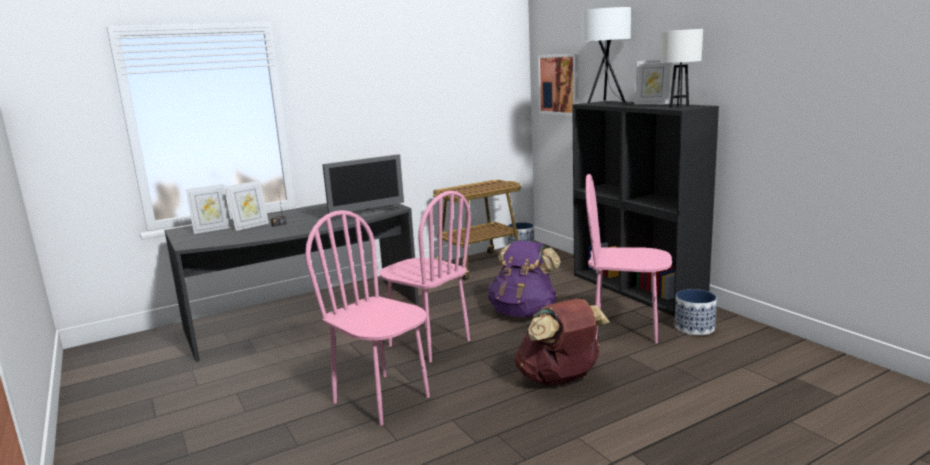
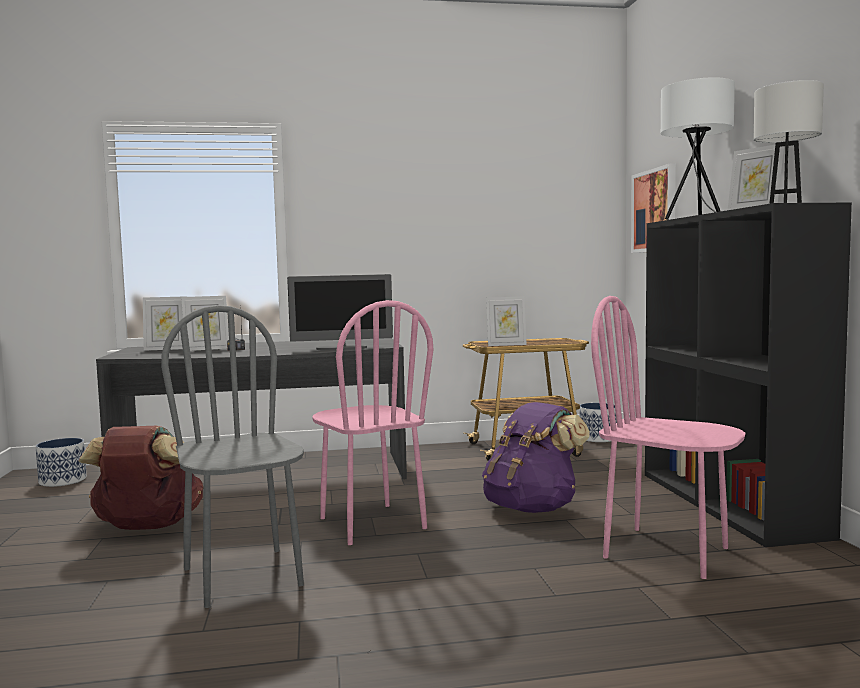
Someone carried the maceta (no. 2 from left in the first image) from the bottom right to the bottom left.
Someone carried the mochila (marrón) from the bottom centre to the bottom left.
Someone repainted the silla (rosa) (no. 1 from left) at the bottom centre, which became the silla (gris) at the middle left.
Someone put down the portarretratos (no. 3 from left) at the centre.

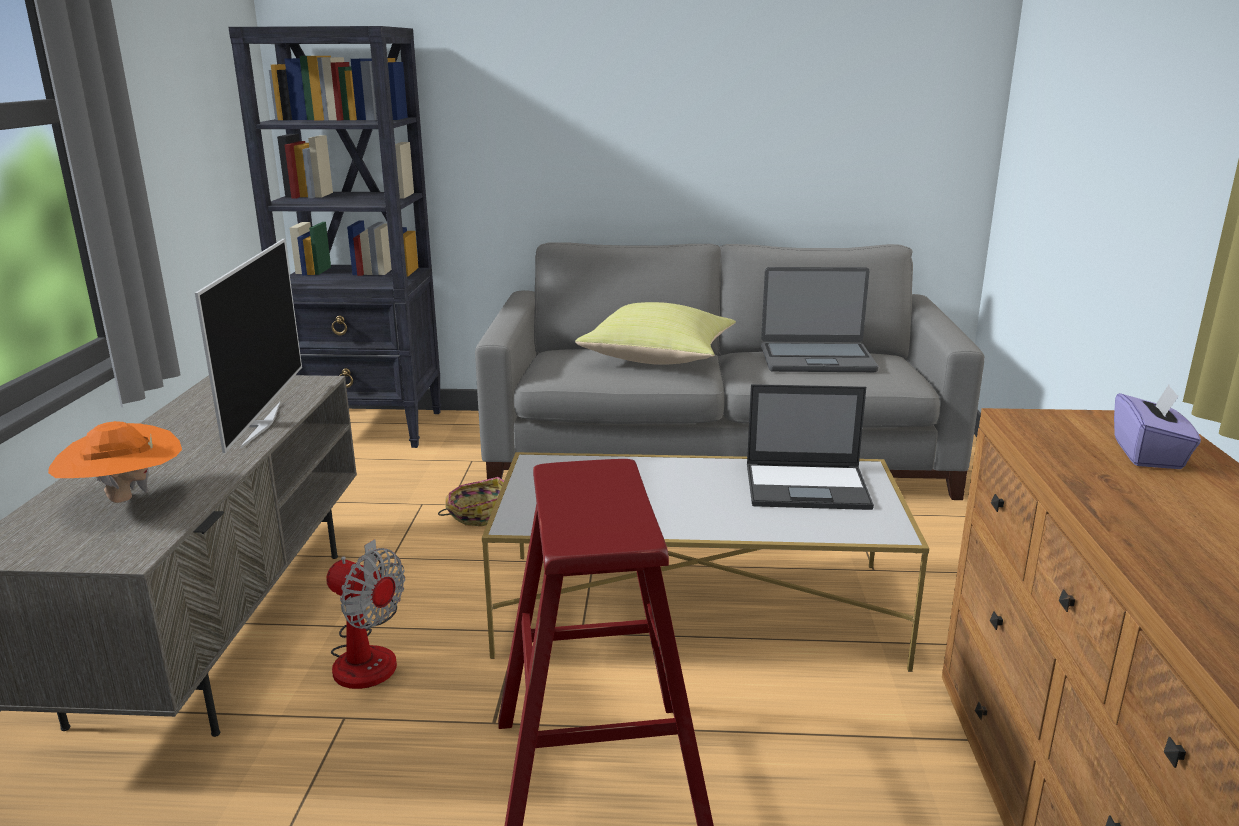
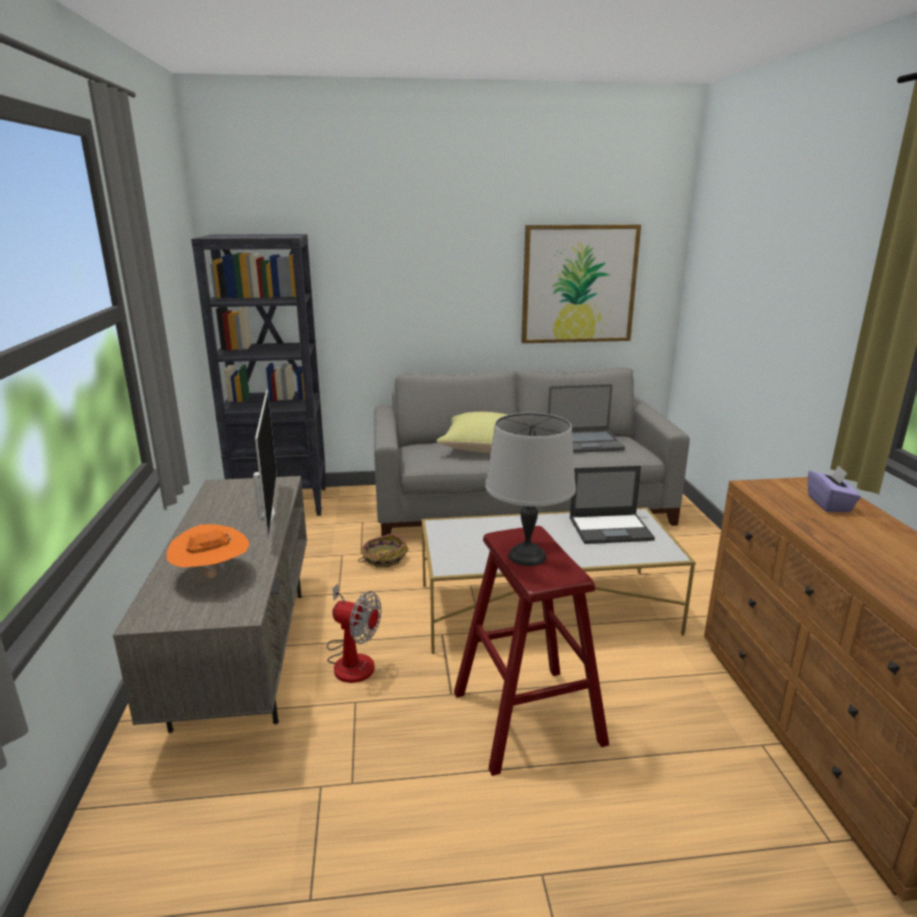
Someone put down the lámpara de mesa (gris) at the centre.
Someone put up the cuadro at the top centre.

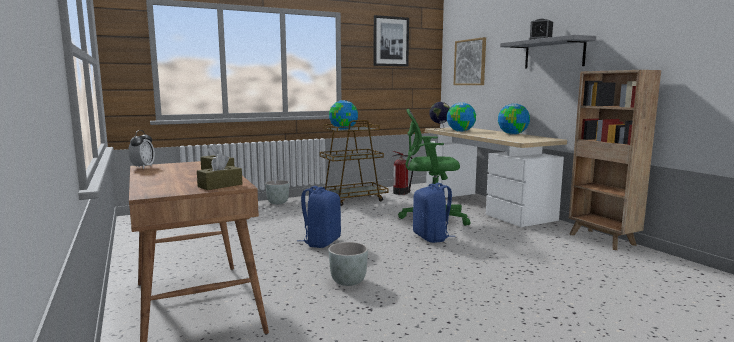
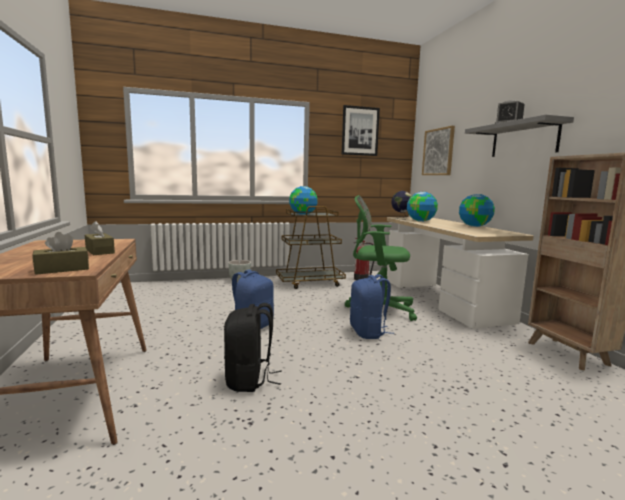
Someone swapped the maceta (gris) (no. 2 from left) at the bottom centre for the mochila (negro) at the bottom centre.
Someone took away the despertador (no. 1 from left) at the middle left.

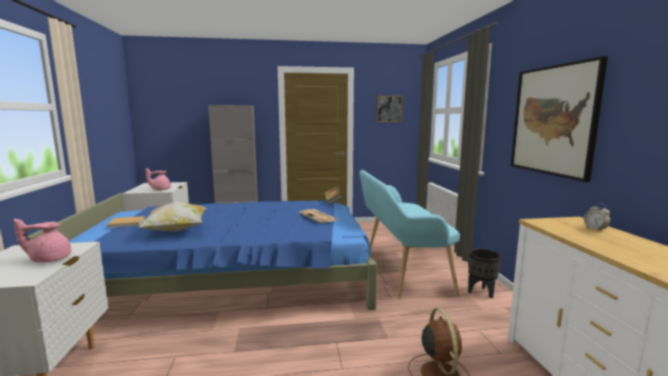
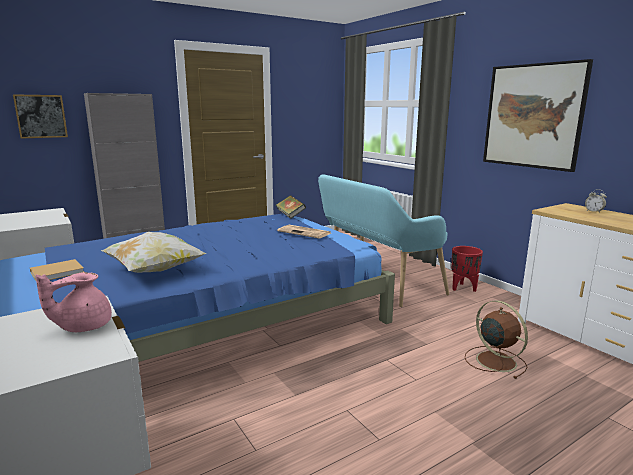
Someone carried the cuadro (no. 1 from left) from the top centre to the top left.
Someone repainted the maceta (negro) at the bottom right, which became the maceta (rojo) at the middle right.
Someone took away the tetera (rosa) (no. 2 from left) at the middle left.

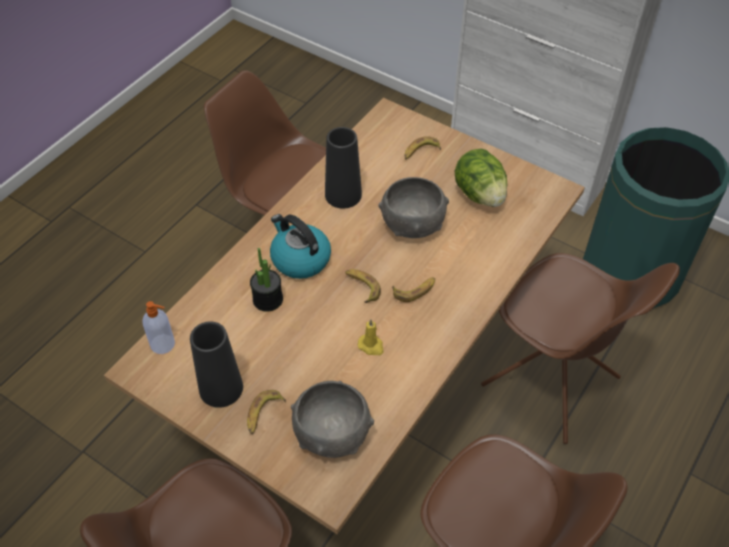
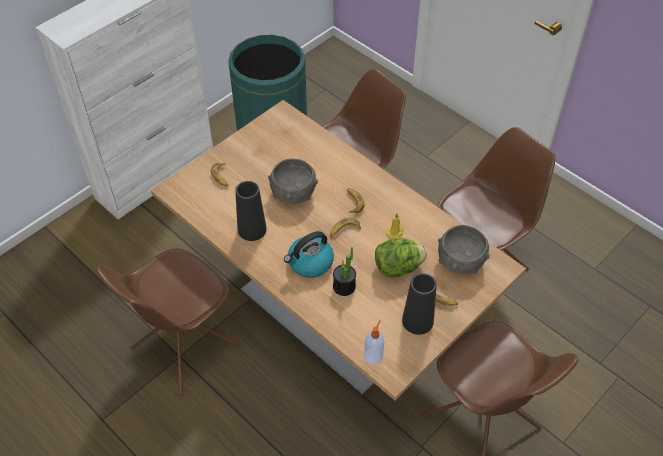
Someone carried the lechuga from the top centre to the centre.

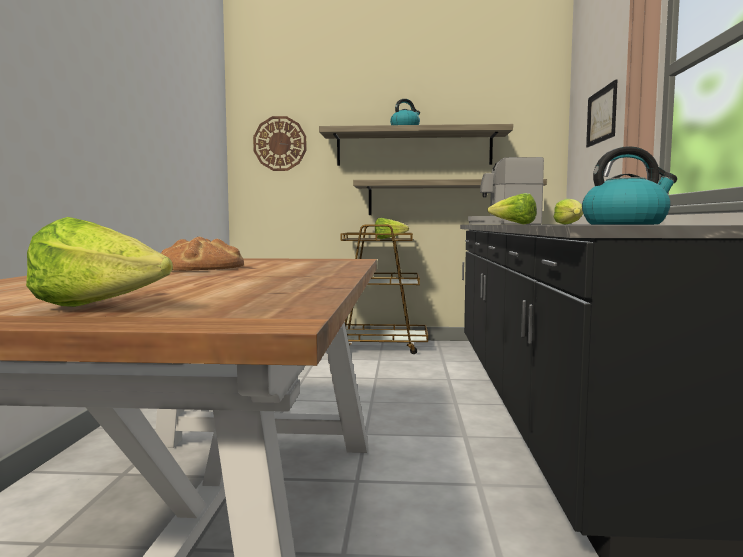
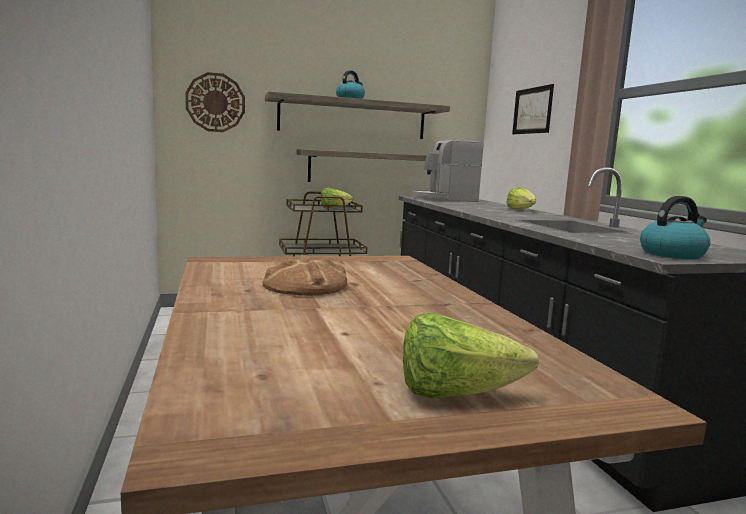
Someone took away the lechuga (no. 3 from left) at the middle right.

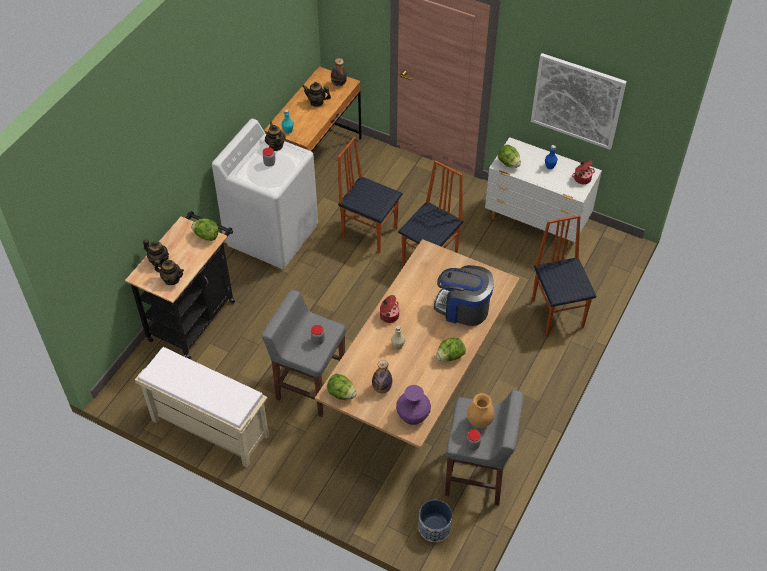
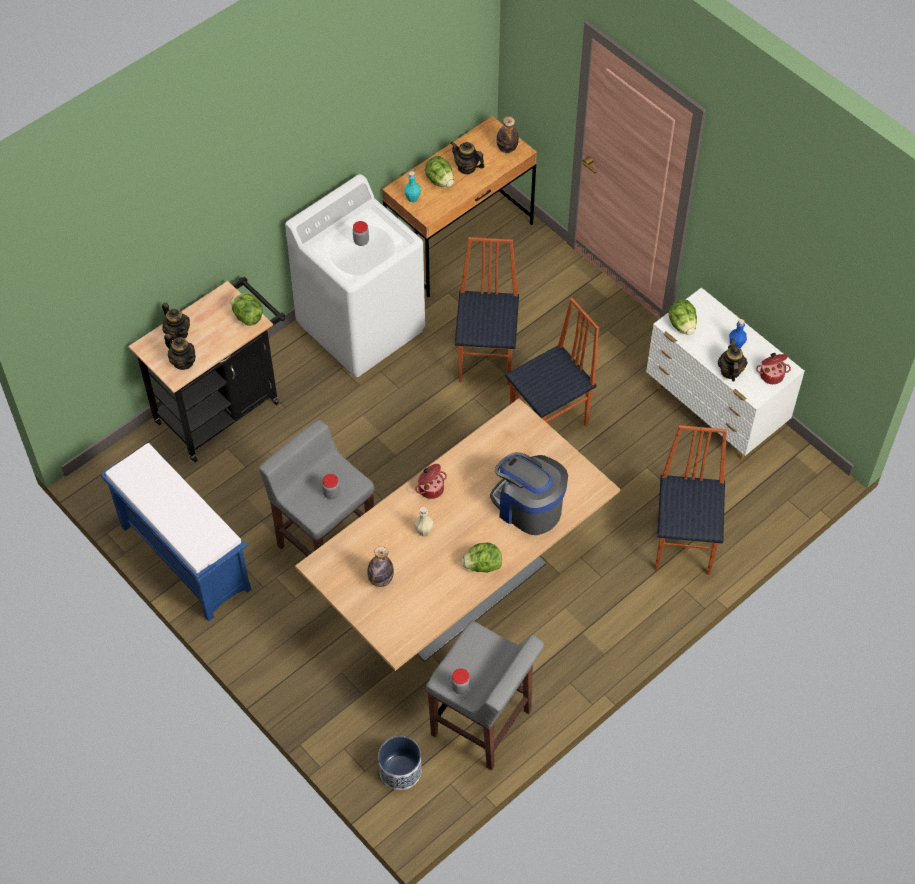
Someone repainted the banco (beis) at the bottom left, which became the banco (azul) at the middle left.
Someone carried the lechuga (no. 2 from left) from the bottom centre to the top centre.
Someone rotated the silla (no. 1 from left) at the centre by 45 degrees clockwise.
Someone carried the tetera (no. 3 from left in the first image) from the top centre to the middle right.
Someone took away the florero (morado) at the bottom centre.
Someone took away the florero (marrón) at the bottom centre.
Someone took away the cuadro at the top right.

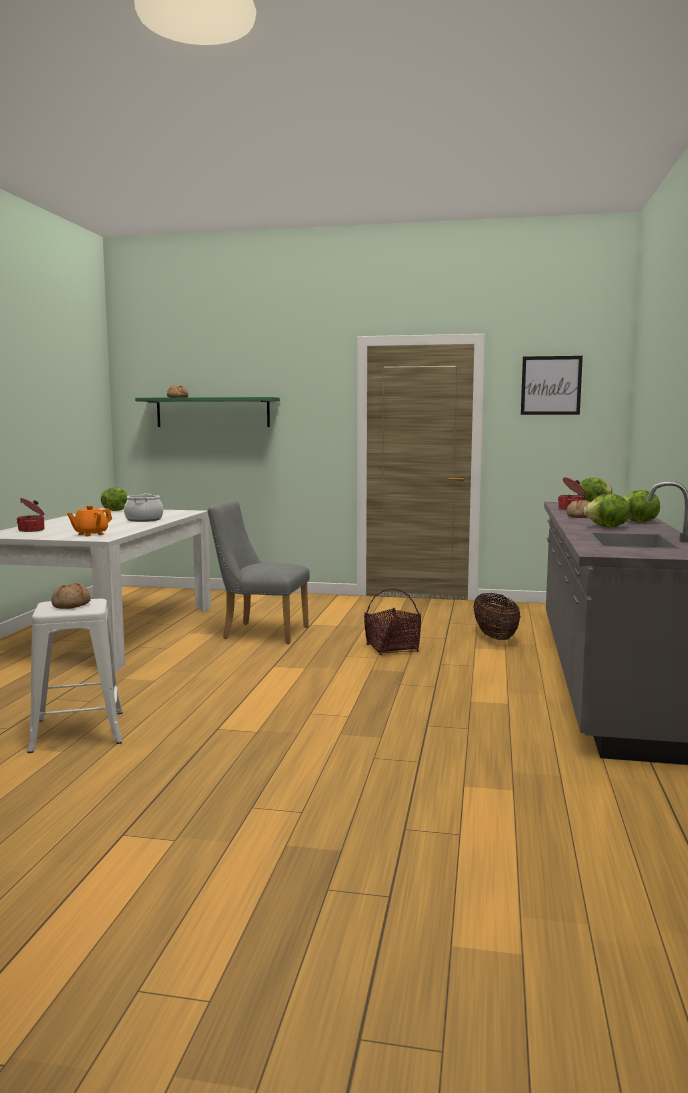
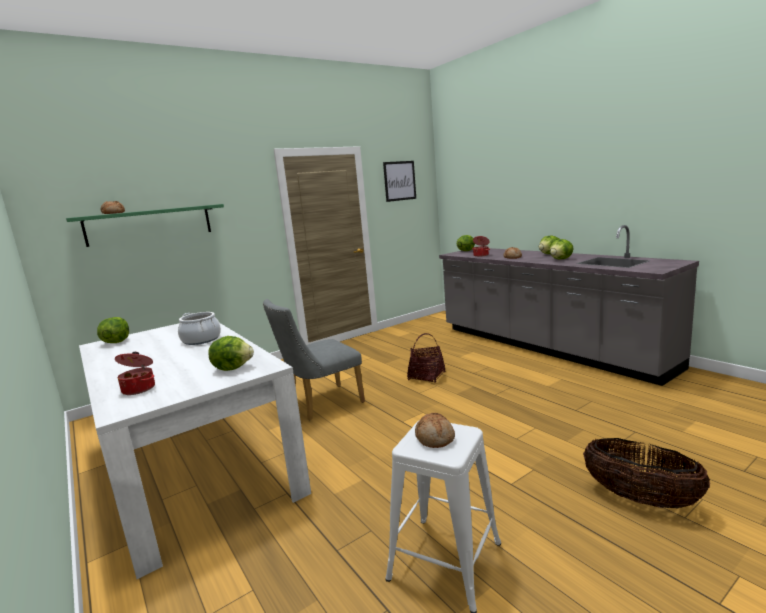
Someone swapped the tetera (naranja) at the middle left for the lechuga (no. 2 from left) at the middle left.
Someone carried the cesta (no. 2 from left) from the middle right to the bottom right.

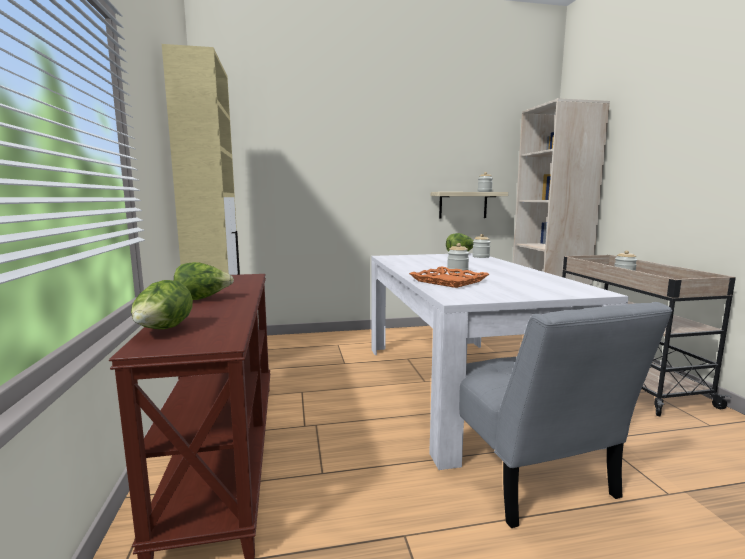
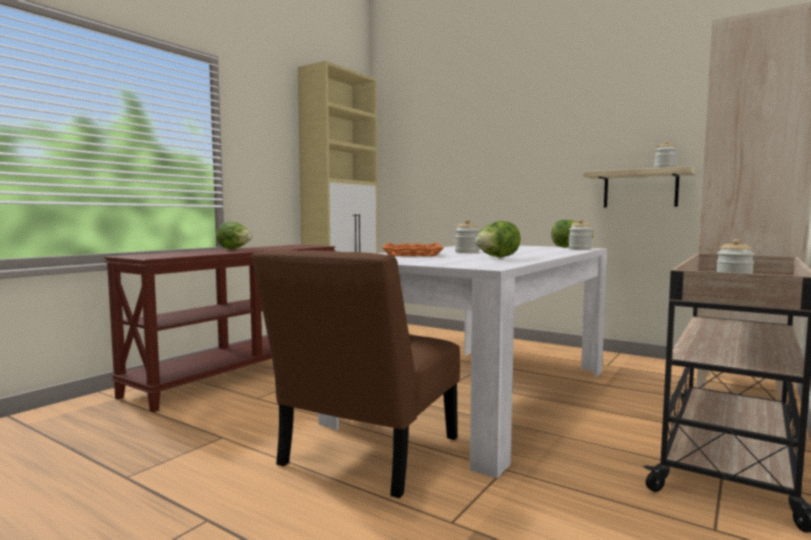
Someone repainted the silla (gris) at the bottom right, which became the silla (marrón) at the bottom centre.
Someone carried the lechuga (no. 1 from left in the first image) from the middle left to the centre.

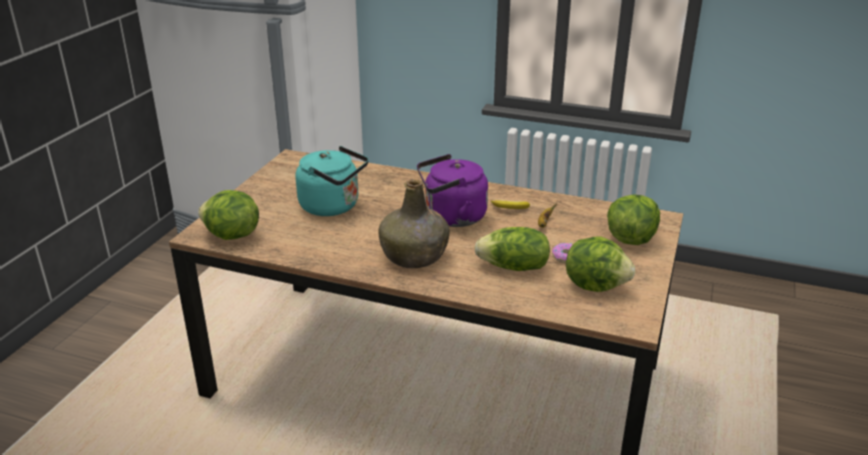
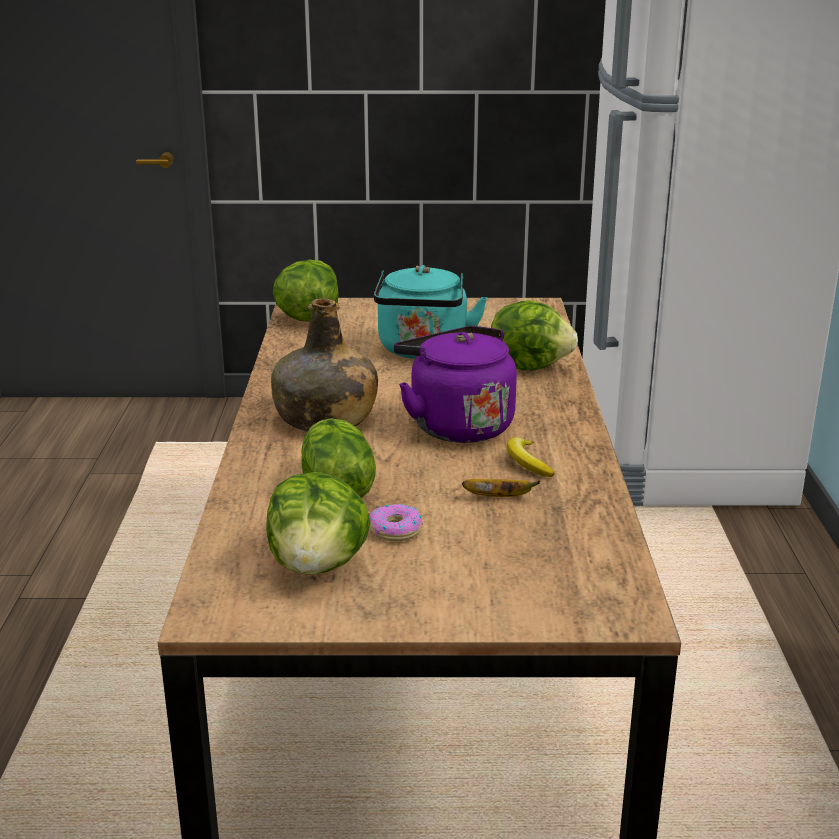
Someone carried the lechuga (no. 4 from left) from the middle right to the centre.

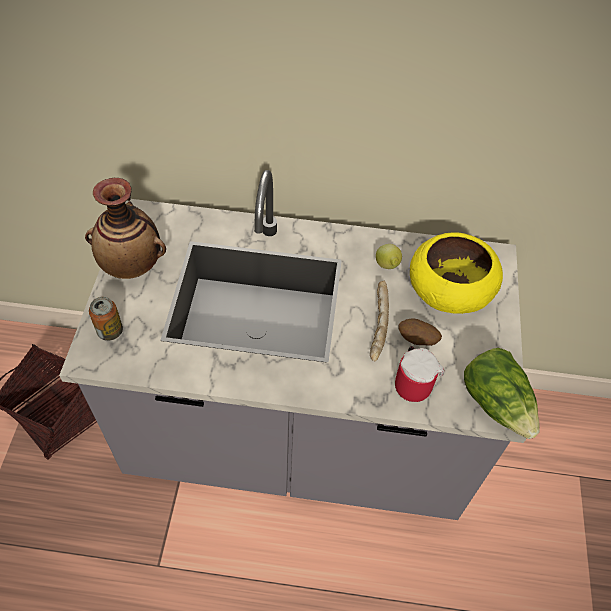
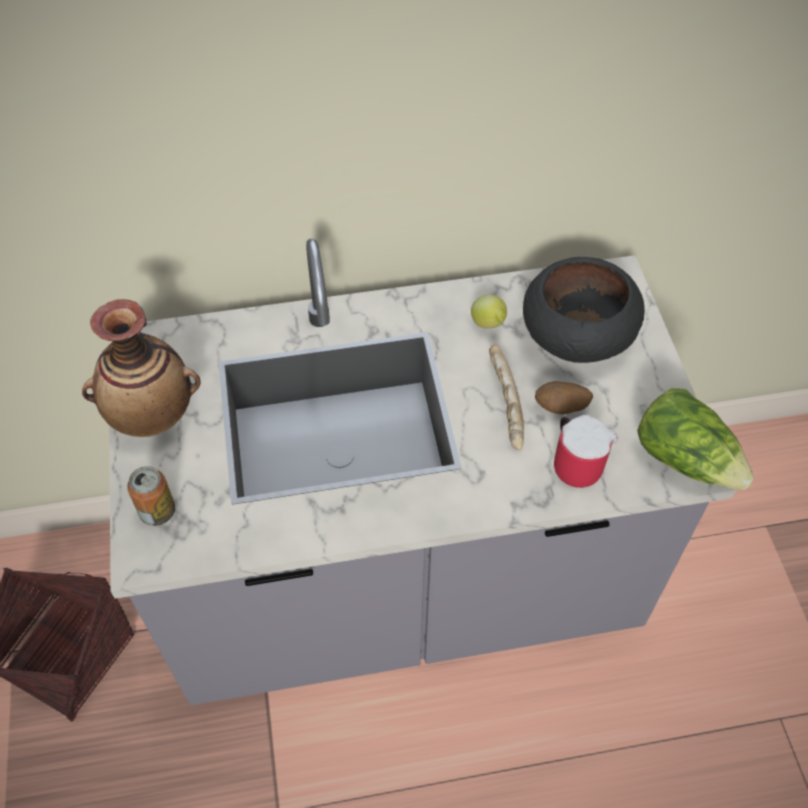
Someone repainted the cuenco (amarillo) at the middle right, which became the cuenco (negro) at the middle right.

